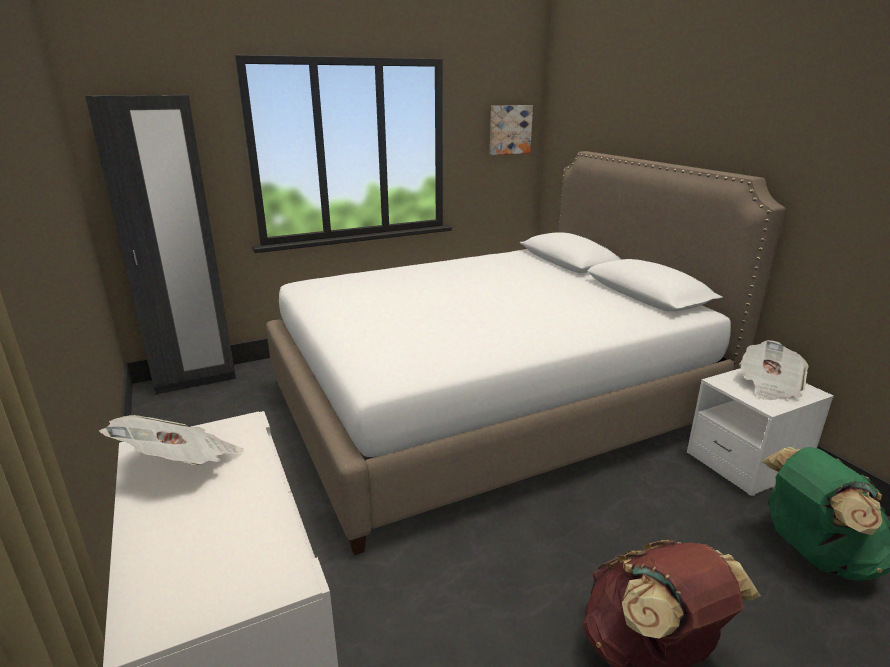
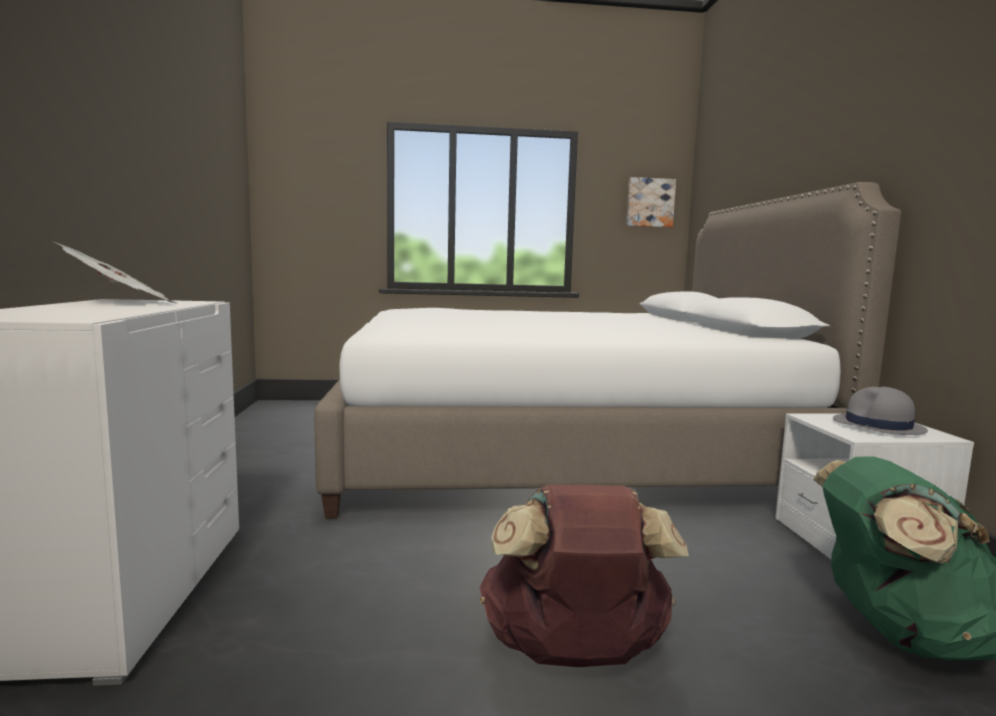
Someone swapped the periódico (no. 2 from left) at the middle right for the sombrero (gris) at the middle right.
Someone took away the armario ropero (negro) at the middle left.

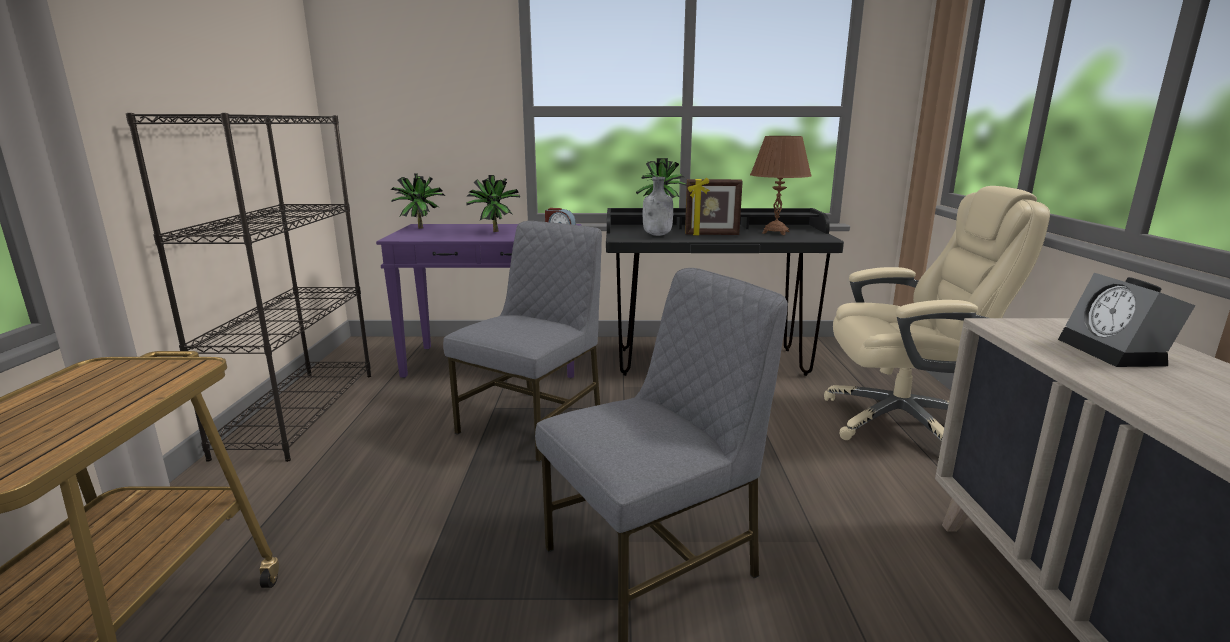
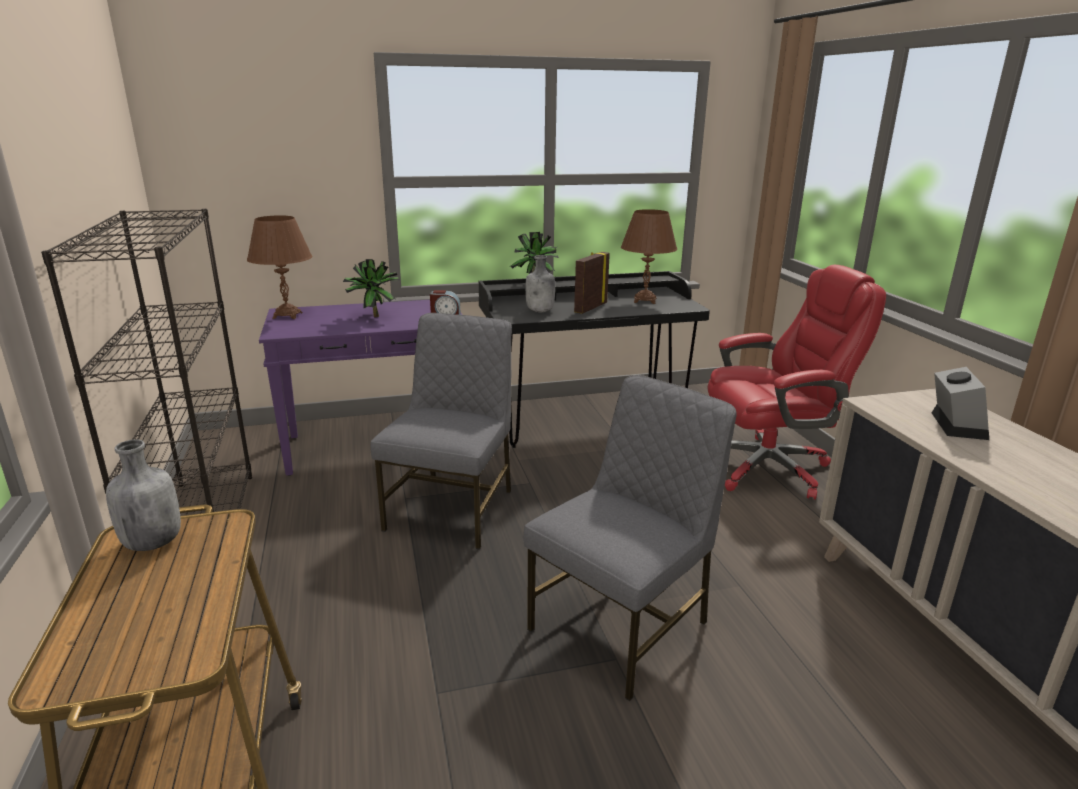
Someone put down the botella (gris) (no. 1 from left) at the middle left.
Someone swapped the planta en maceta (no. 1 from left) at the top centre for the lámpara de mesa (marrón) (no. 1 from left) at the middle left.
Someone rotated the portarretratos at the top centre by 135 degrees clockwise.
Someone repainted the silla de oficina (beis) at the middle right, which became the silla de oficina (rojo) at the middle right.
Someone rotated the despertador (no. 2 from left) at the middle right by 150 degrees counterclockwise.

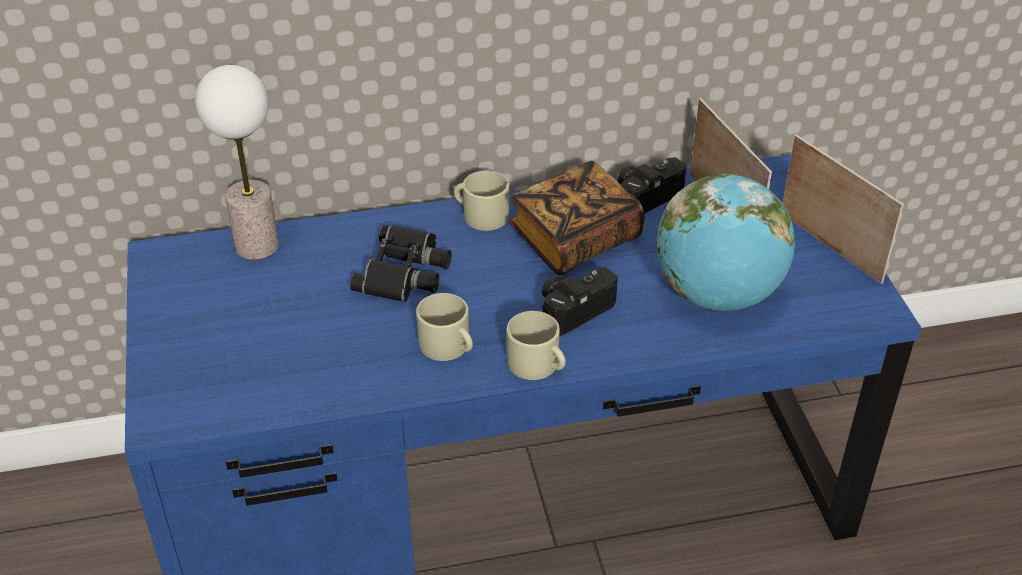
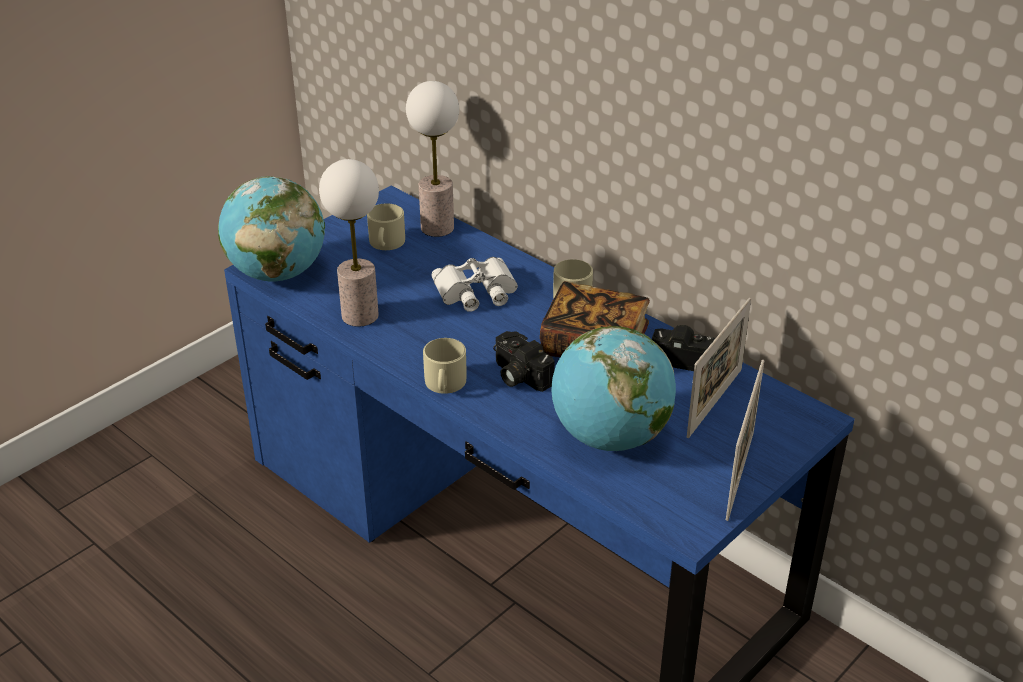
Someone put down the globo terráqueo (no. 1 from left) at the middle left.
Someone put down the lámpara de mesa (no. 1 from left) at the centre.
Someone carried the taza grande (beis) (no. 1 from left) from the centre to the top centre.
Someone repainted the prismáticos (negro) at the centre, which became the prismáticos (blanco) at the centre.
Someone rotated the cámara (no. 1 from left) at the centre by 150 degrees counterclockwise.

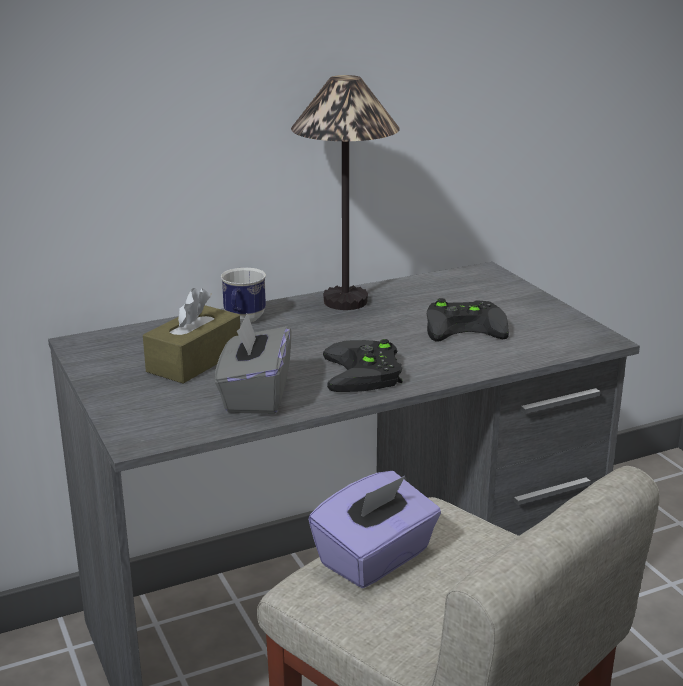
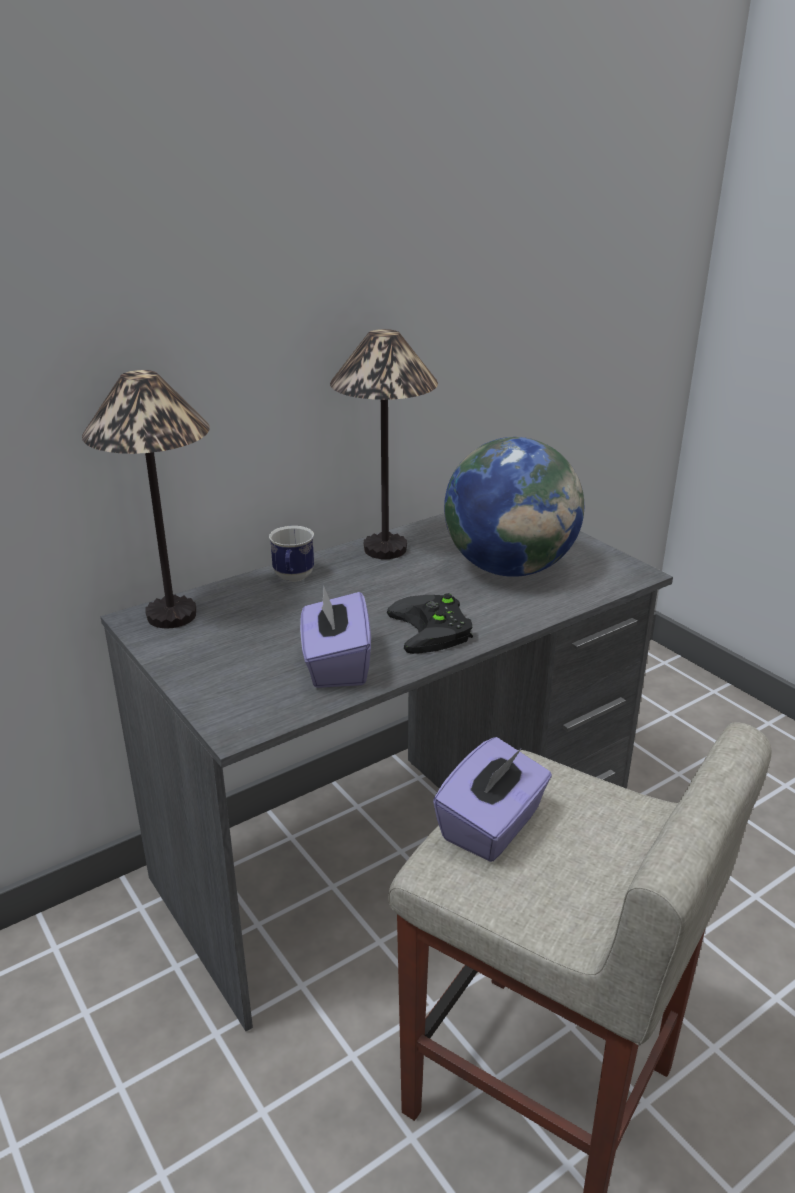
Someone put down the lámpara de mesa (no. 1 from left) at the middle left.
Someone repainted the caja de pañuelos (gris) at the centre, which became the caja de pañuelos (morado) (no. 1 from left) at the centre.
Someone swapped the mando de consola (negro) (no. 2 from left) at the middle right for the globo terráqueo at the centre.
Someone took away the caja de pañuelos (marrón) at the middle left.

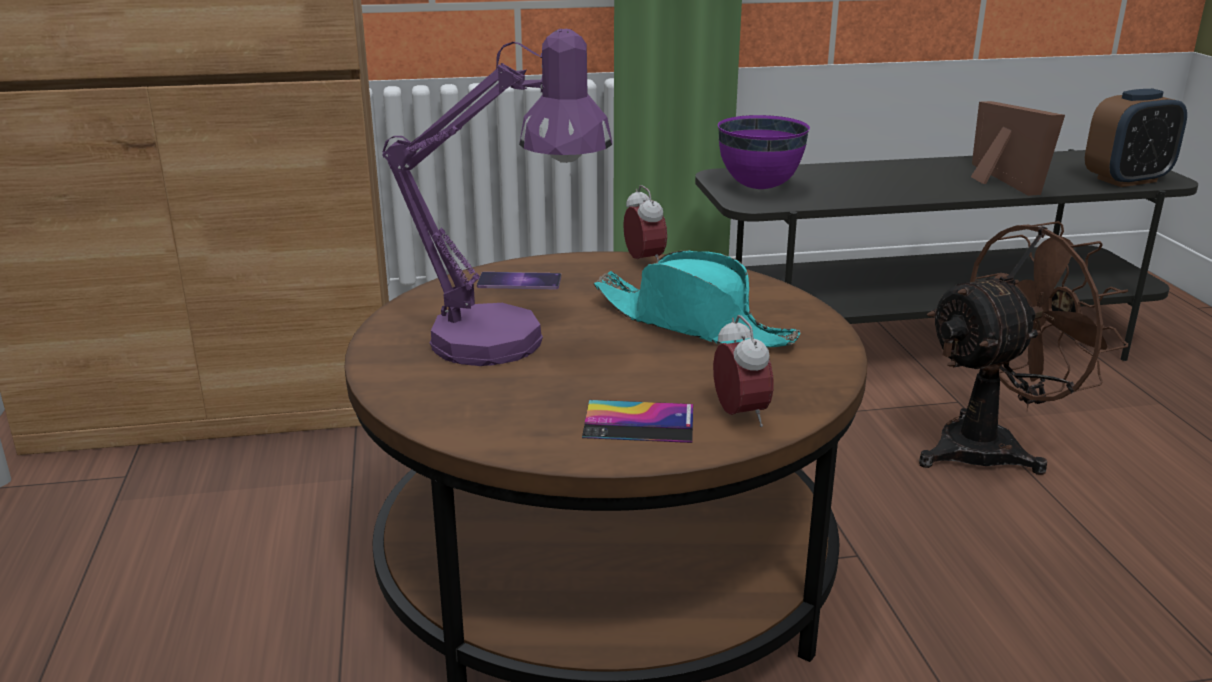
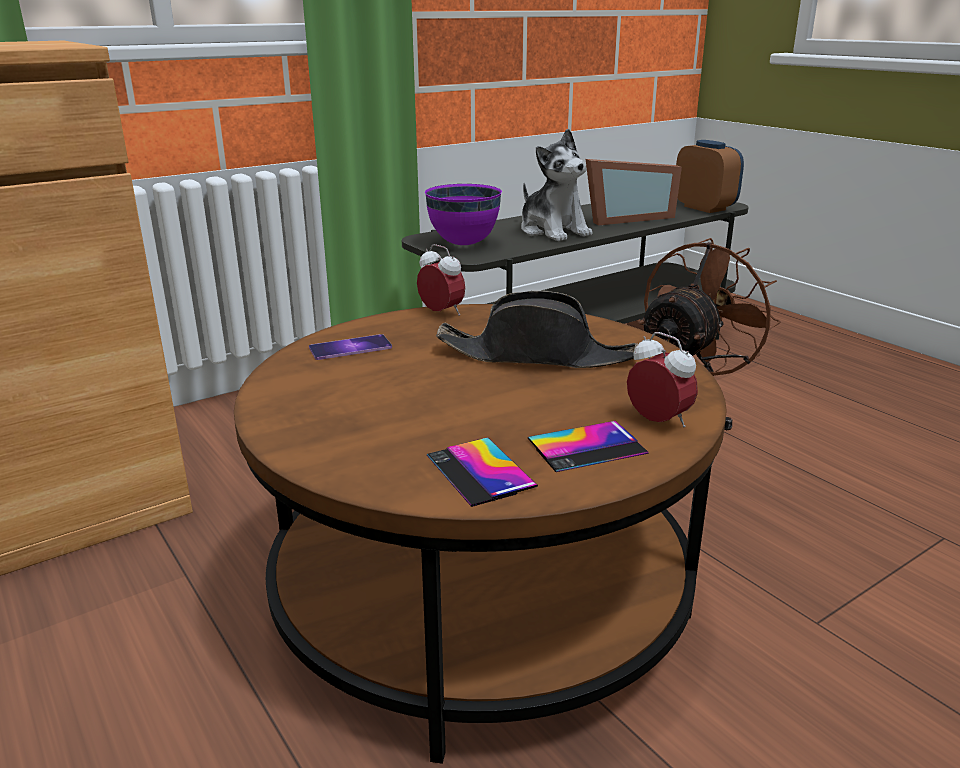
Someone put down the móvil (no. 2 from left) at the centre.
Someone repainted the sombrero (turquesa) at the centre, which became the sombrero (negro) at the centre.
Someone put down the peluche at the top centre.
Someone rotated the portarretratos at the top right by 105 degrees clockwise.
Someone rotated the despertador (no. 3 from left) at the top right by 75 degrees counterclockwise.
Someone took away the lámpara de mesa (morado) at the top centre.

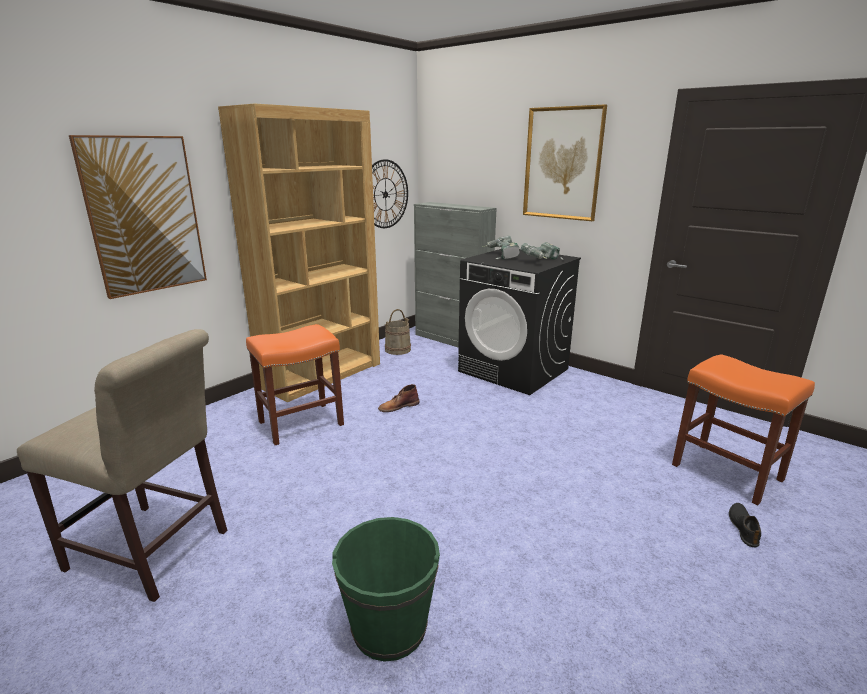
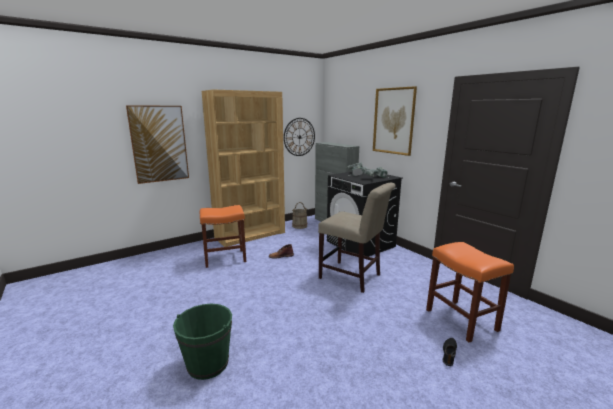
Someone carried the silla (beis) from the bottom left to the centre.

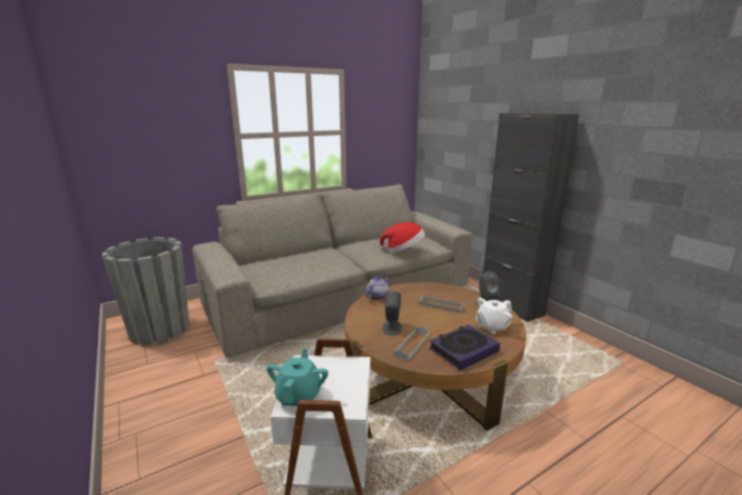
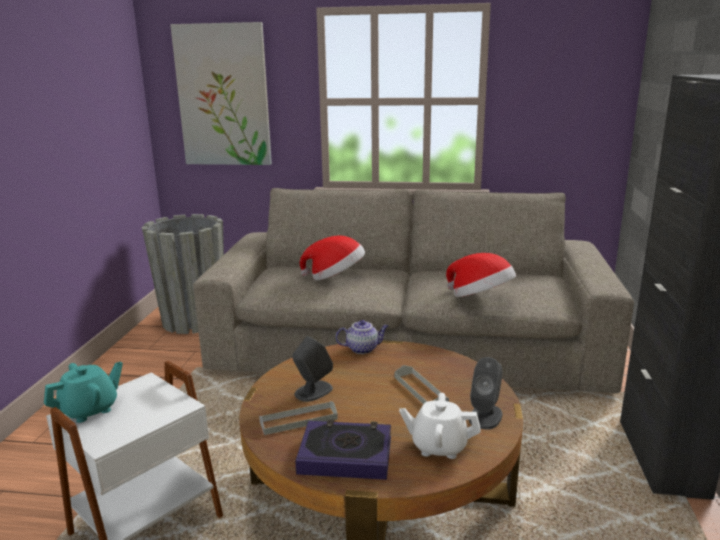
Someone put up the cuadro at the top left.
Someone put down the sombrero (no. 1 from left) at the centre.

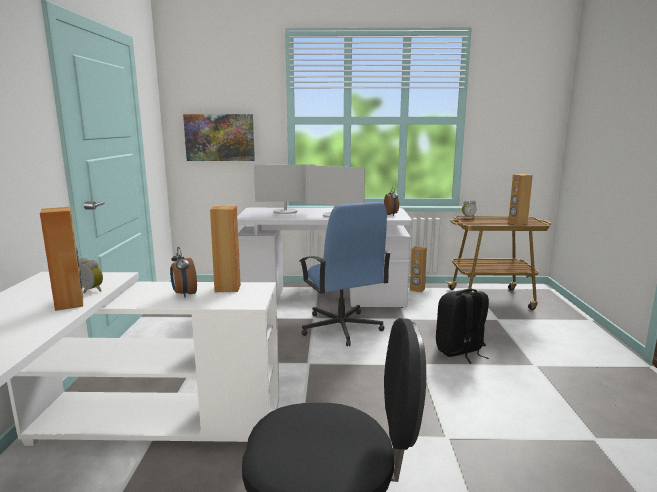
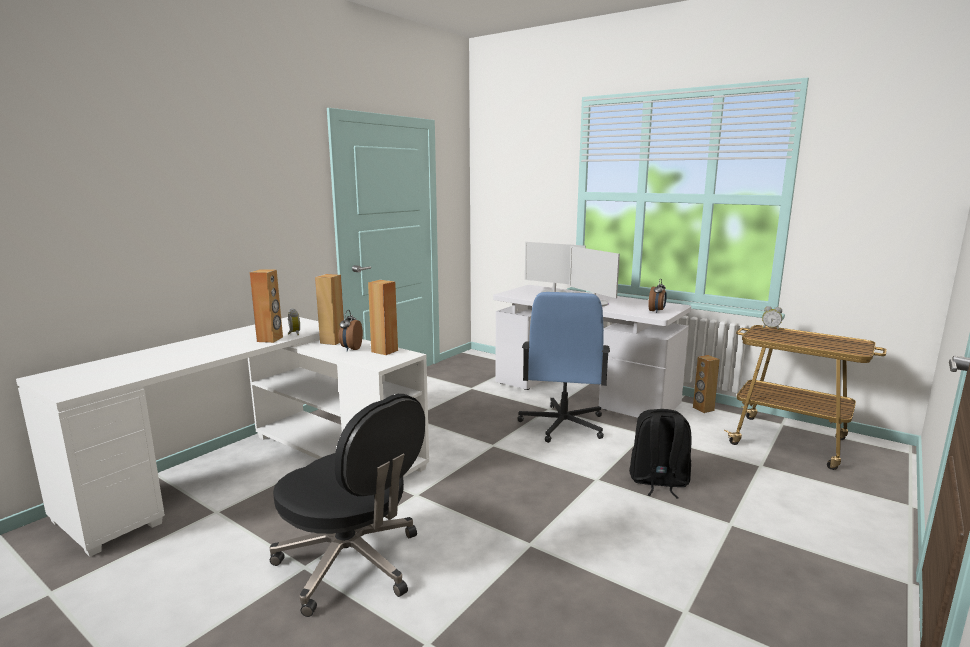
Someone carried the altavoz (marrón) (no. 4 from left in the first image) from the middle right to the centre.
Someone took away the cuadro at the top centre.

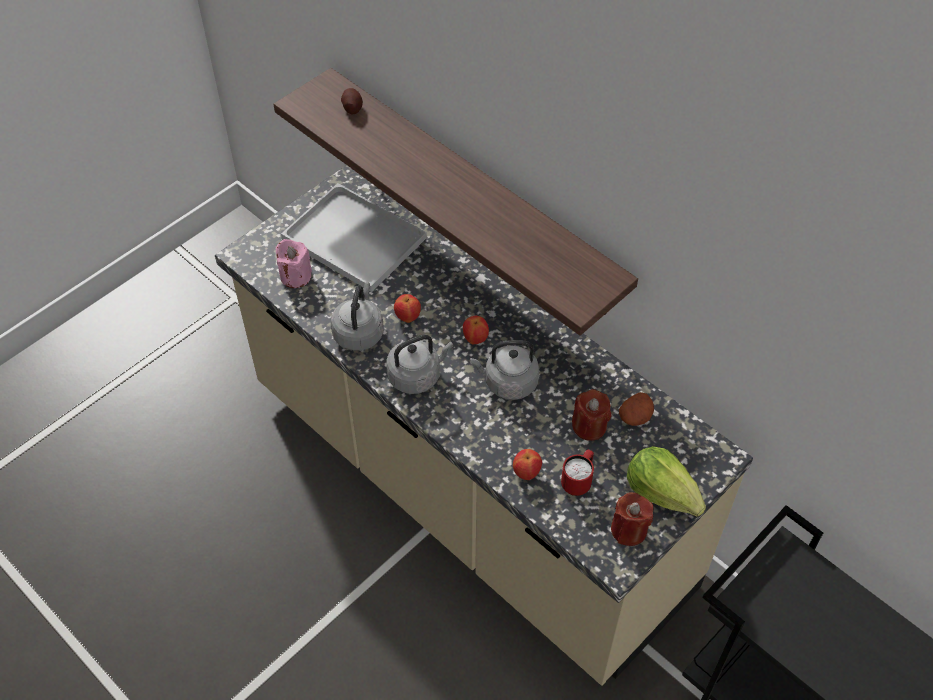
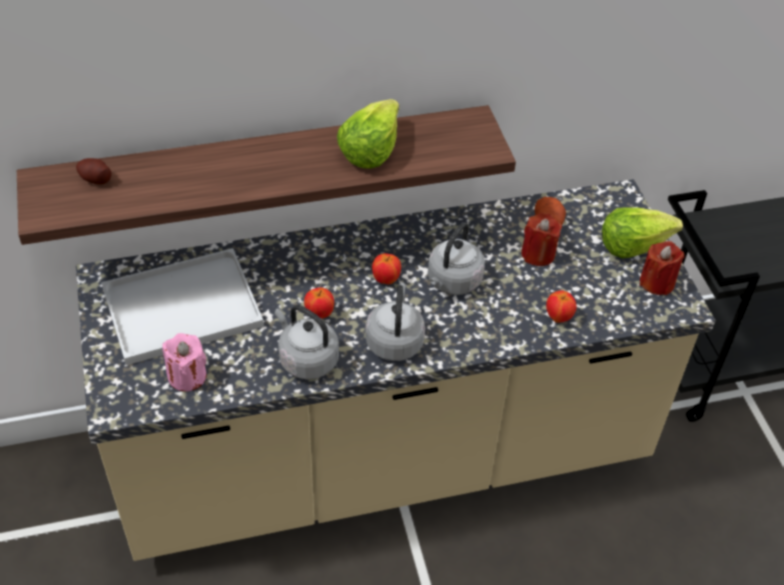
Someone put down the lechuga (no. 1 from left) at the top centre.
Someone took away the taza grande (rojo) at the bottom centre.

